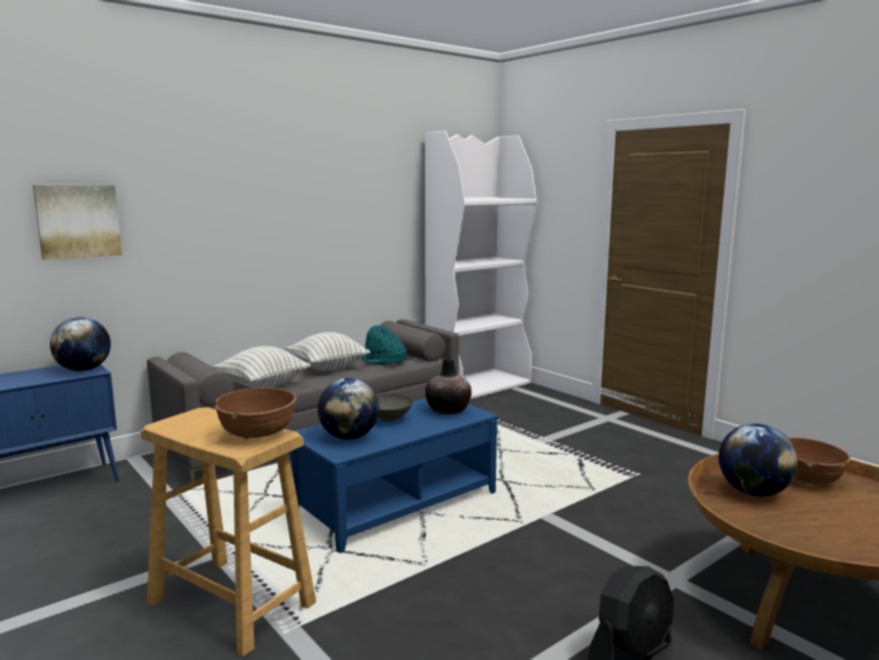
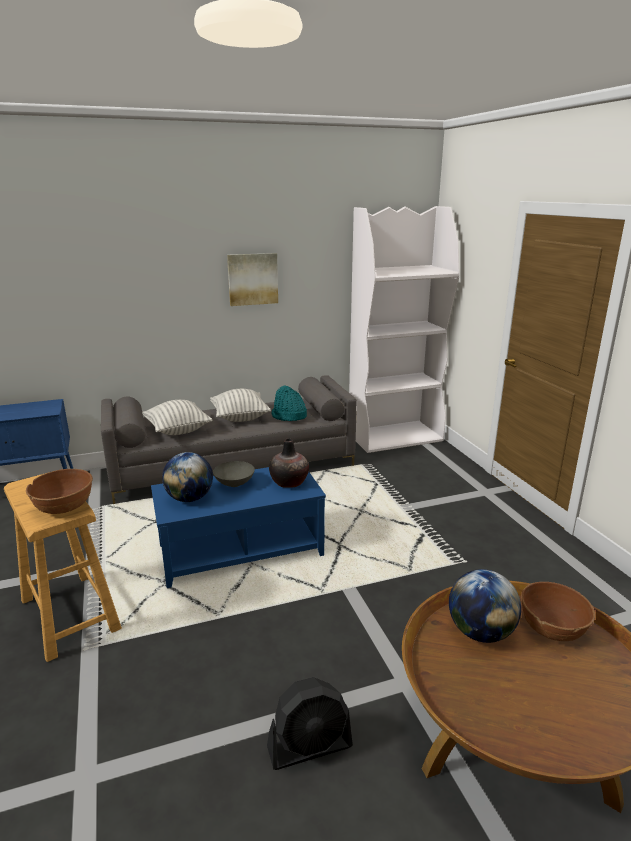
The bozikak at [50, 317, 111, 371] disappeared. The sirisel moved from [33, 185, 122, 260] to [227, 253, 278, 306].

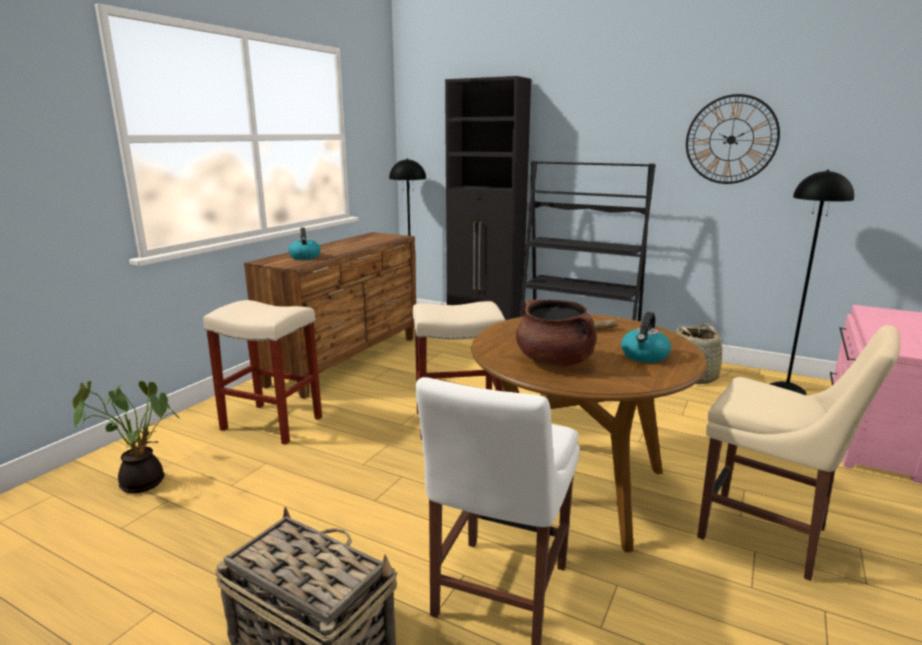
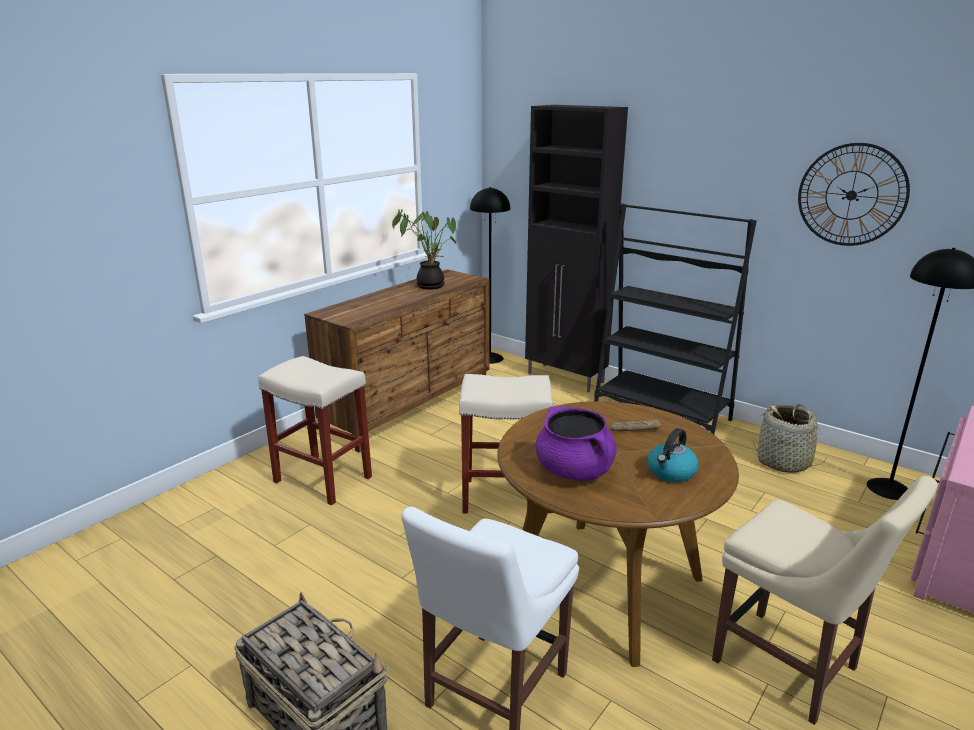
The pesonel at [288, 227, 321, 260] disappeared. The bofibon moved from [73, 381, 180, 493] to [392, 209, 457, 290]. The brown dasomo at [516, 299, 597, 367] became the purple dasomo at [535, 406, 617, 481].

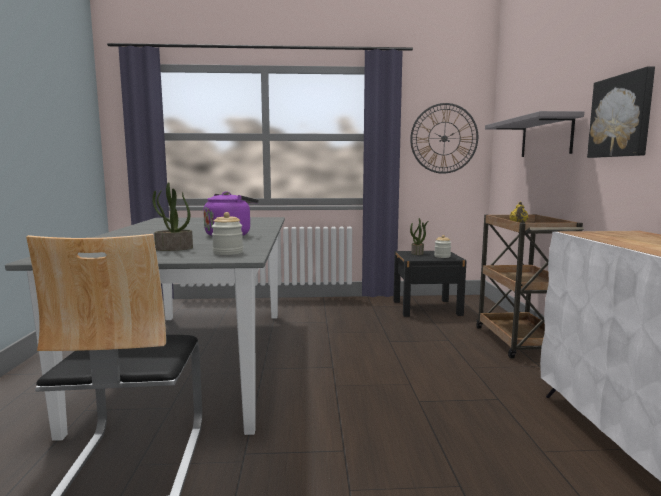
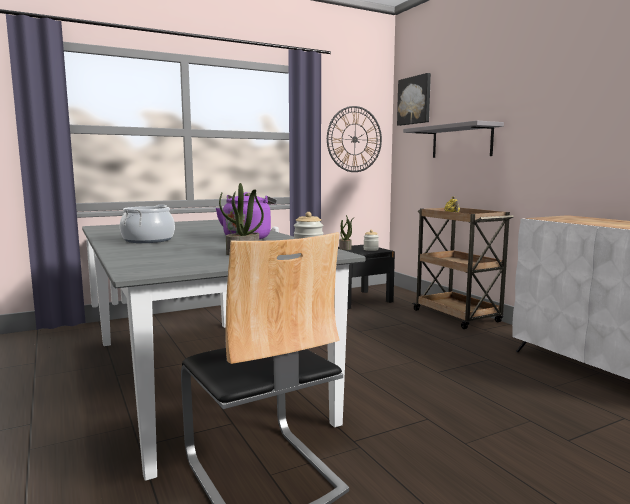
The dasomo at [120, 205, 175, 243] appeared. The sirisel moved from [587, 66, 655, 158] to [397, 73, 431, 126].

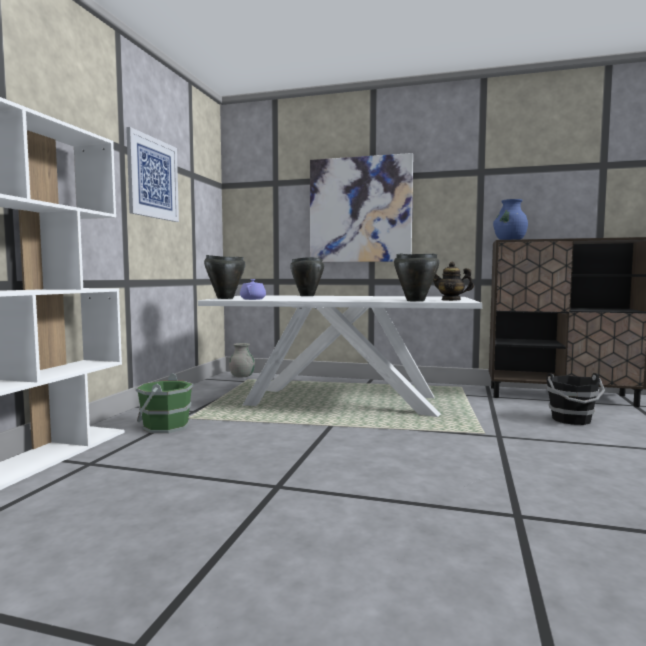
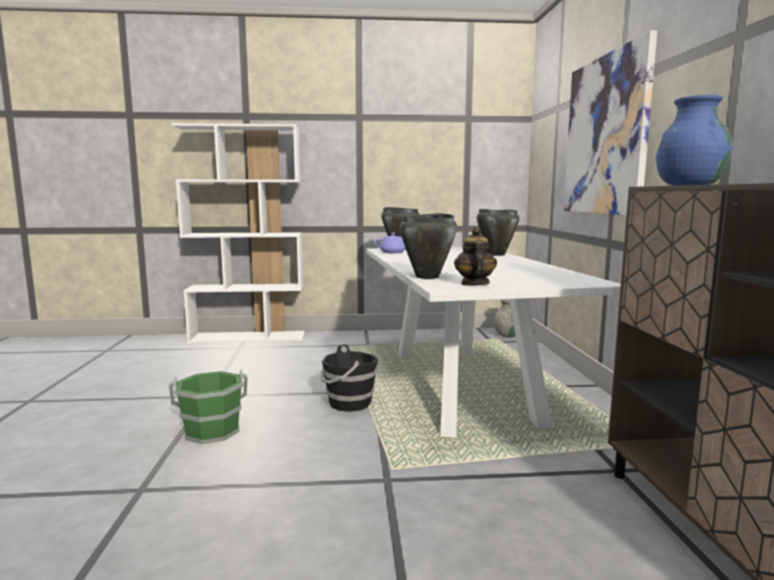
The sirisel at [126, 127, 179, 222] disappeared. The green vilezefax moved from [135, 373, 194, 433] to [169, 369, 247, 444]. The black vilezefax moved from [546, 373, 605, 425] to [321, 344, 378, 412].

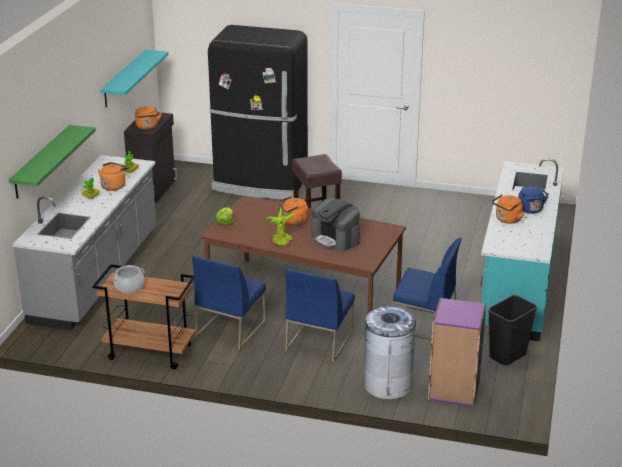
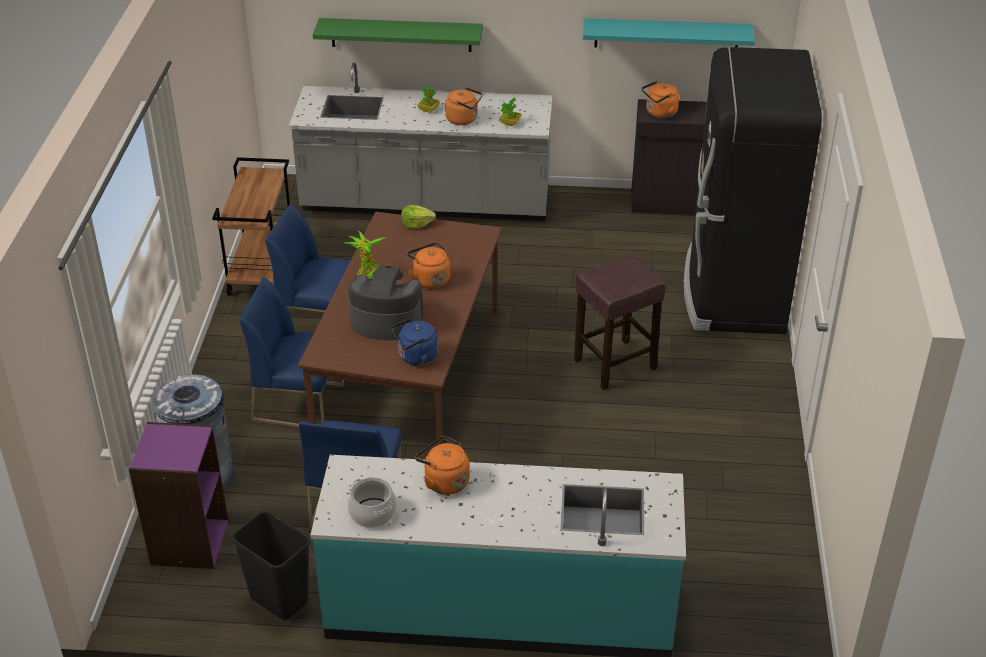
The dasomo moved from [112, 265, 145, 294] to [347, 477, 397, 528]. The blue pesonel moved from [518, 186, 549, 214] to [391, 318, 438, 366]. The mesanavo at [311, 198, 360, 252] turned 60 degrees clockwise.

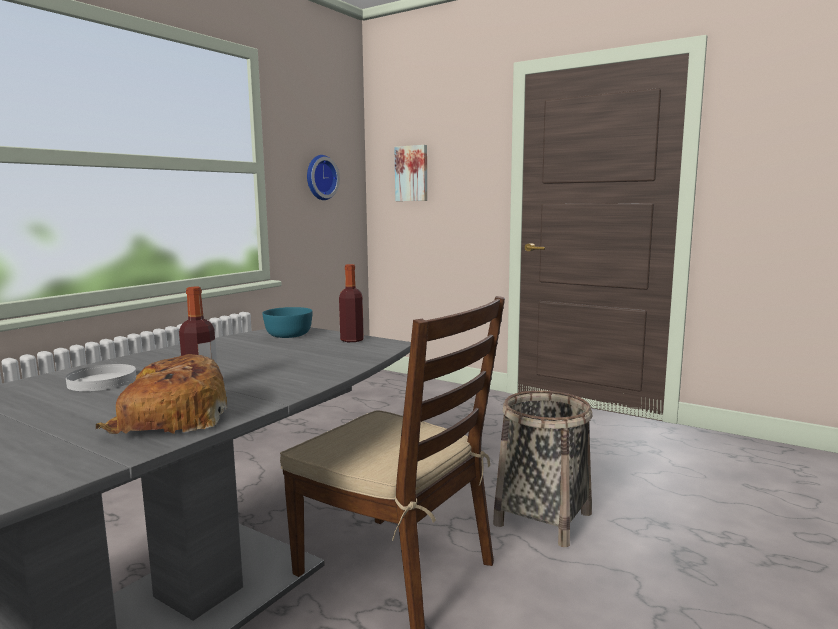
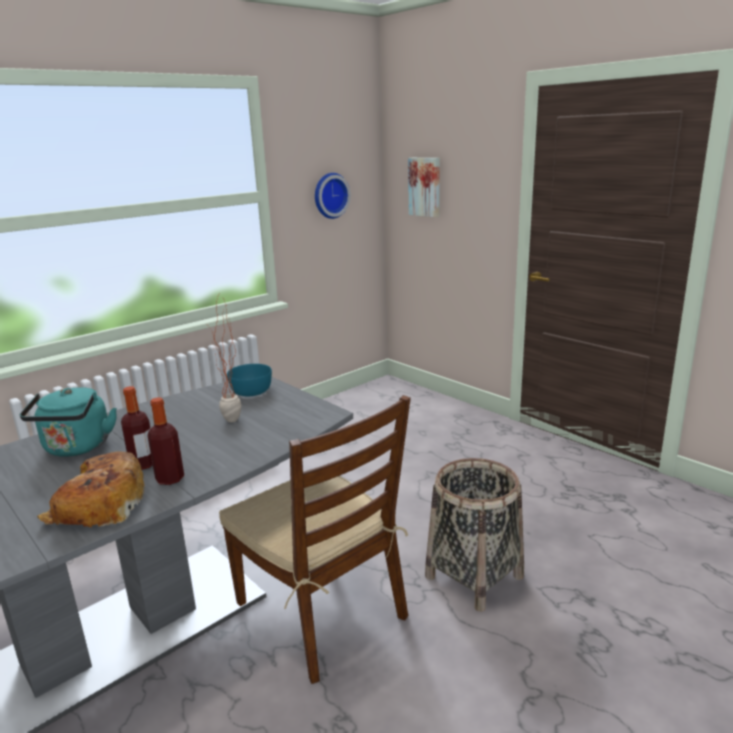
The bofibon at [210, 294, 241, 422] appeared. The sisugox moved from [339, 264, 364, 342] to [147, 397, 184, 485]. The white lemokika at [66, 364, 136, 391] was replaced by the turquoise pesonel at [20, 387, 117, 457].

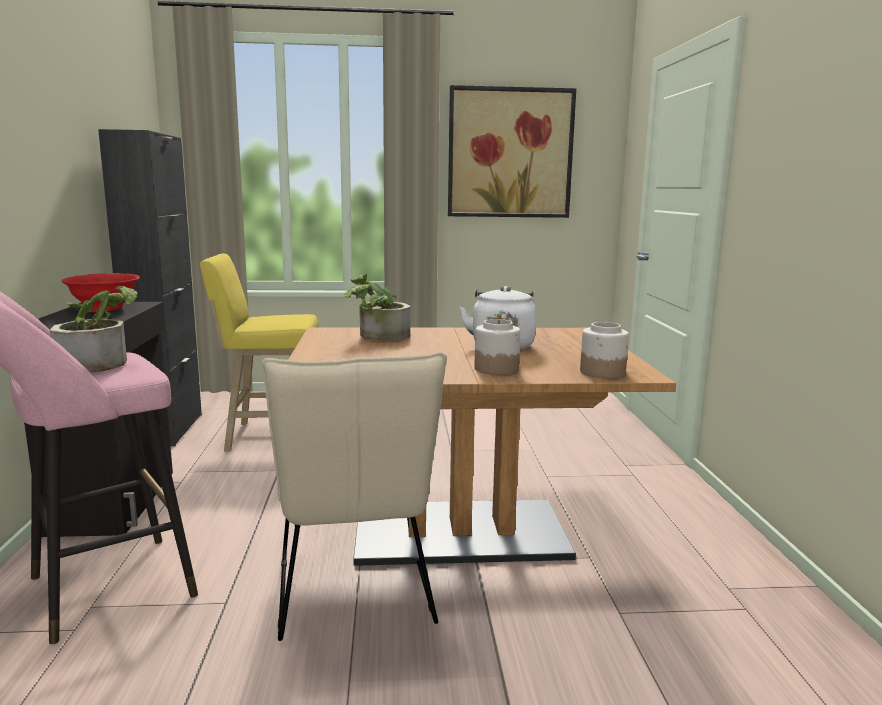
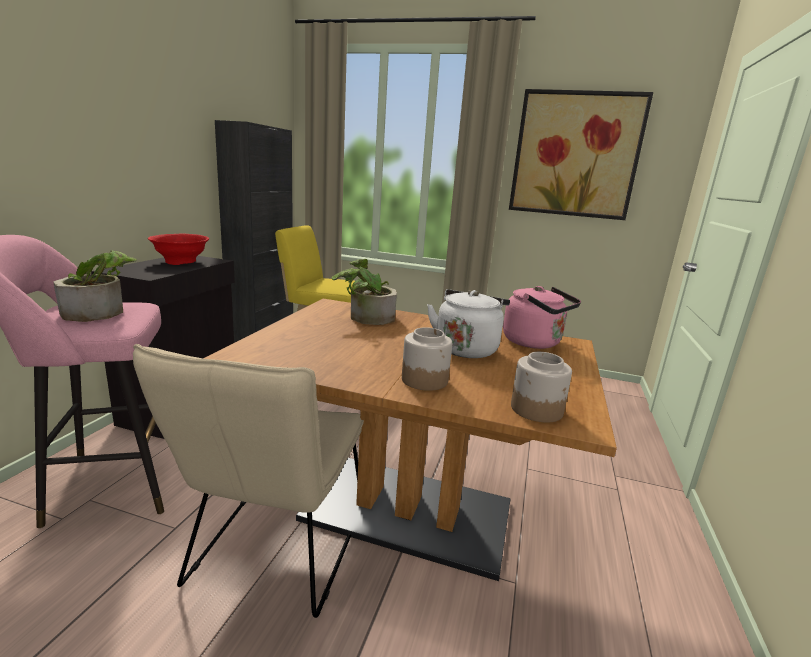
The pink pesonel at [503, 286, 581, 349] appeared.

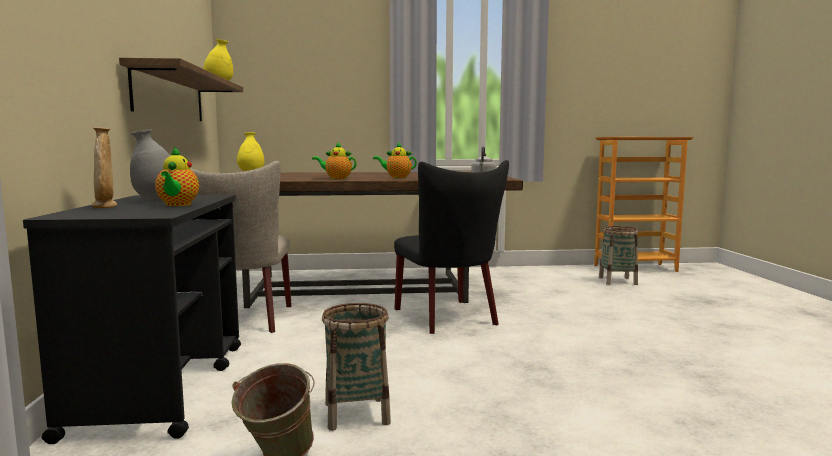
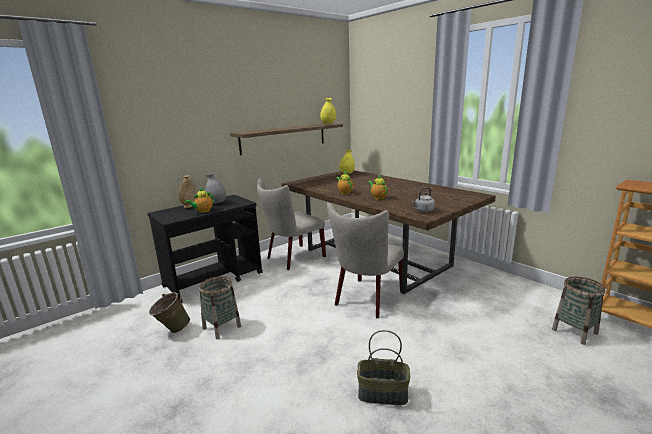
The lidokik at [357, 330, 410, 405] appeared. The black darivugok at [394, 160, 509, 334] became the beige darivugok at [327, 202, 404, 318].

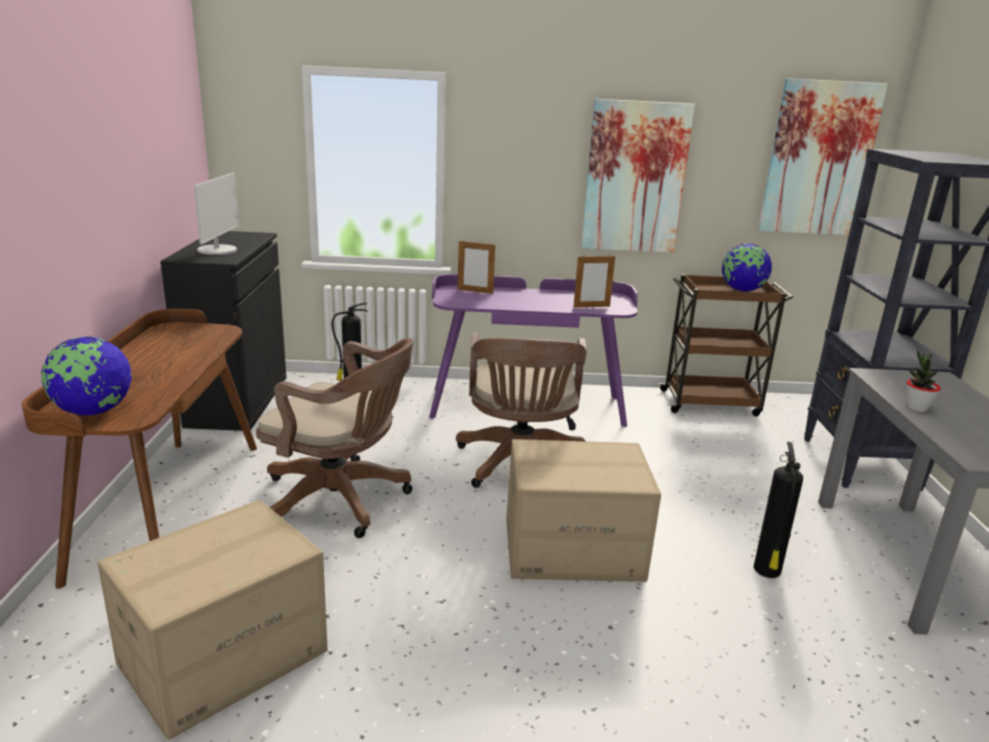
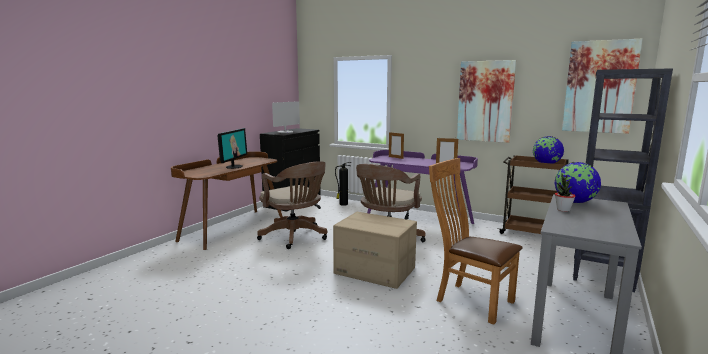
The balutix at [98, 500, 327, 740] disappeared. The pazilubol at [218, 128, 247, 169] appeared. The bozikak moved from [41, 336, 132, 416] to [555, 162, 601, 203]. The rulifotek at [754, 442, 803, 578] was replaced by the brown darivugok at [429, 158, 523, 325].

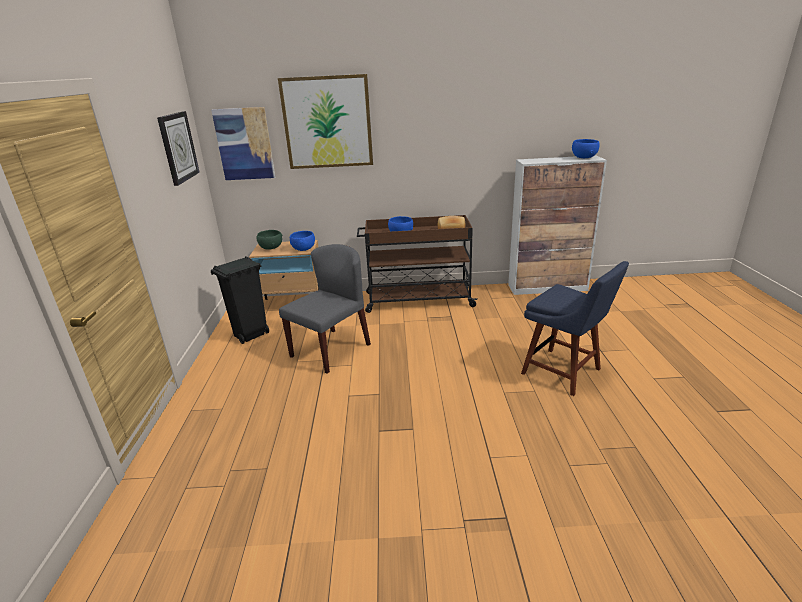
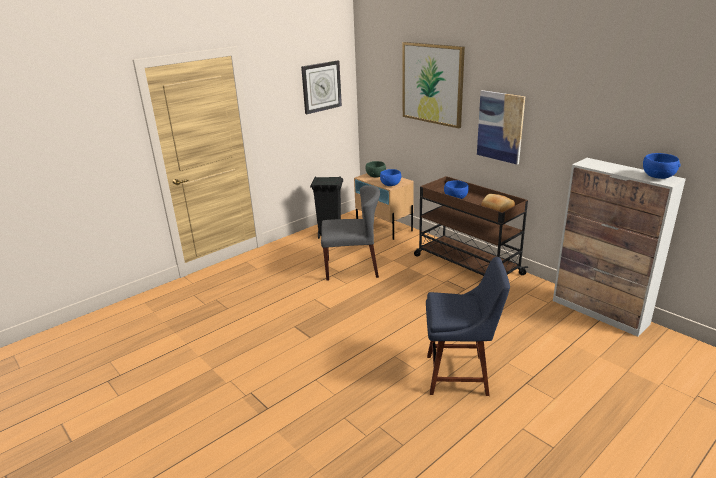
The sirisel moved from [211, 107, 275, 180] to [477, 90, 525, 165]. The blue darivugok at [521, 261, 629, 396] turned 90 degrees counterclockwise.

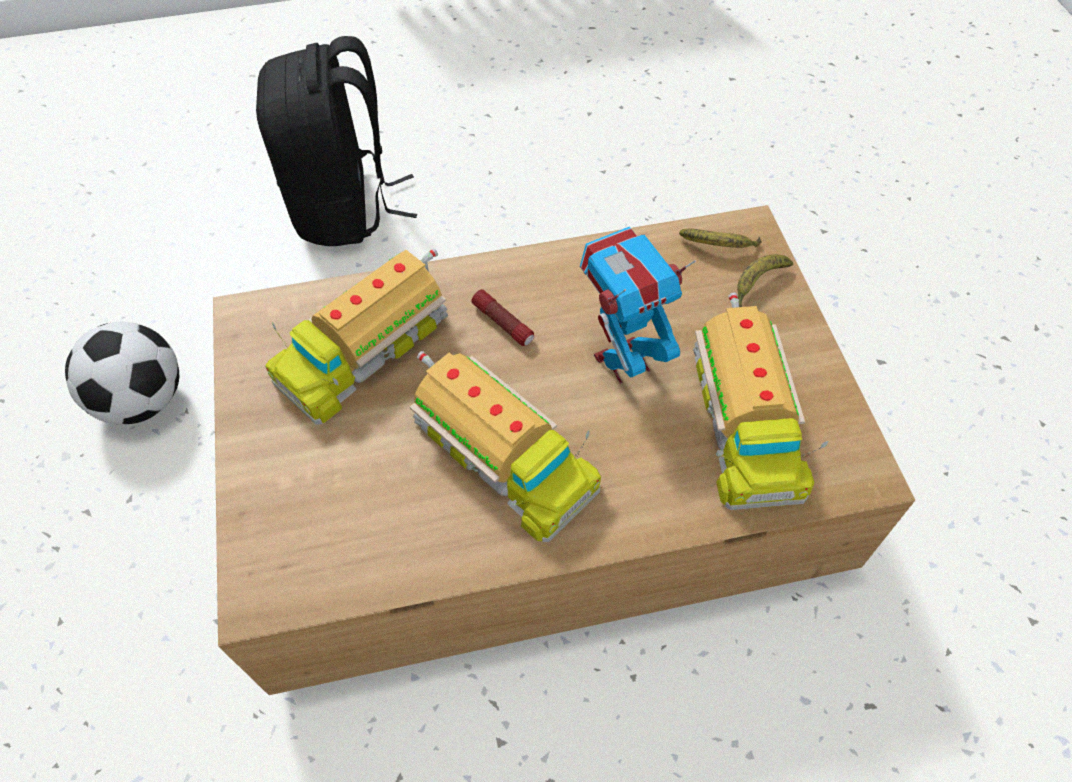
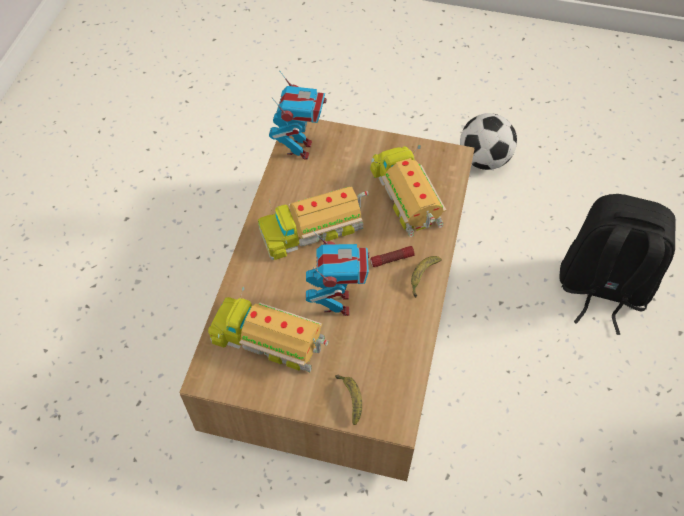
The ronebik at [269, 70, 327, 160] appeared. The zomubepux moved from [679, 228, 762, 248] to [411, 256, 442, 298].

